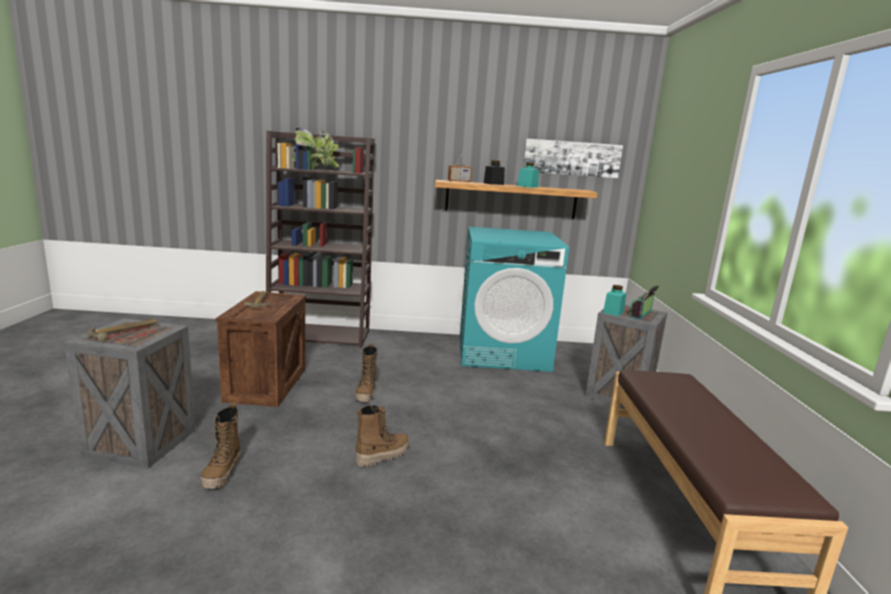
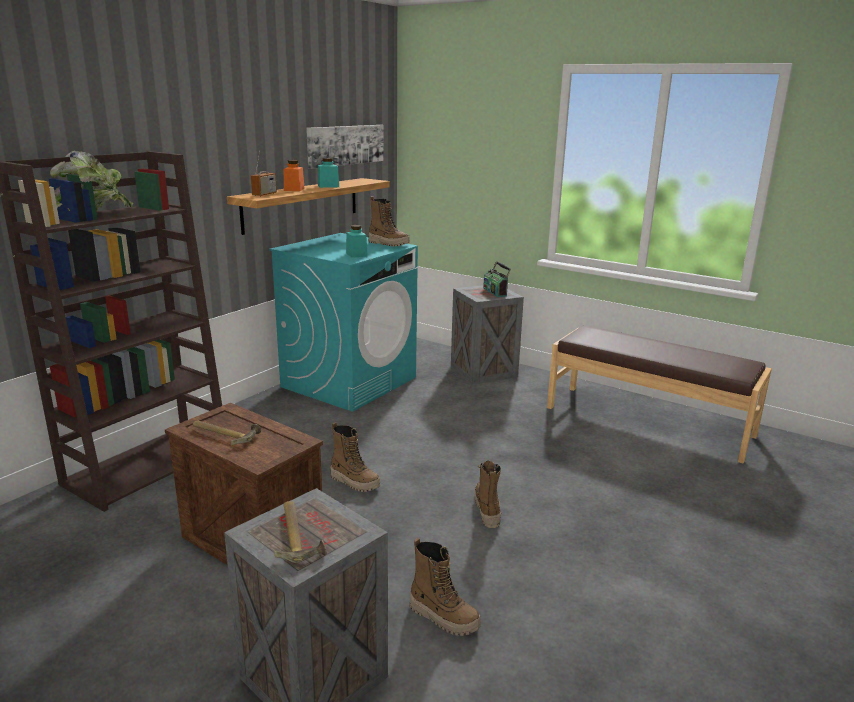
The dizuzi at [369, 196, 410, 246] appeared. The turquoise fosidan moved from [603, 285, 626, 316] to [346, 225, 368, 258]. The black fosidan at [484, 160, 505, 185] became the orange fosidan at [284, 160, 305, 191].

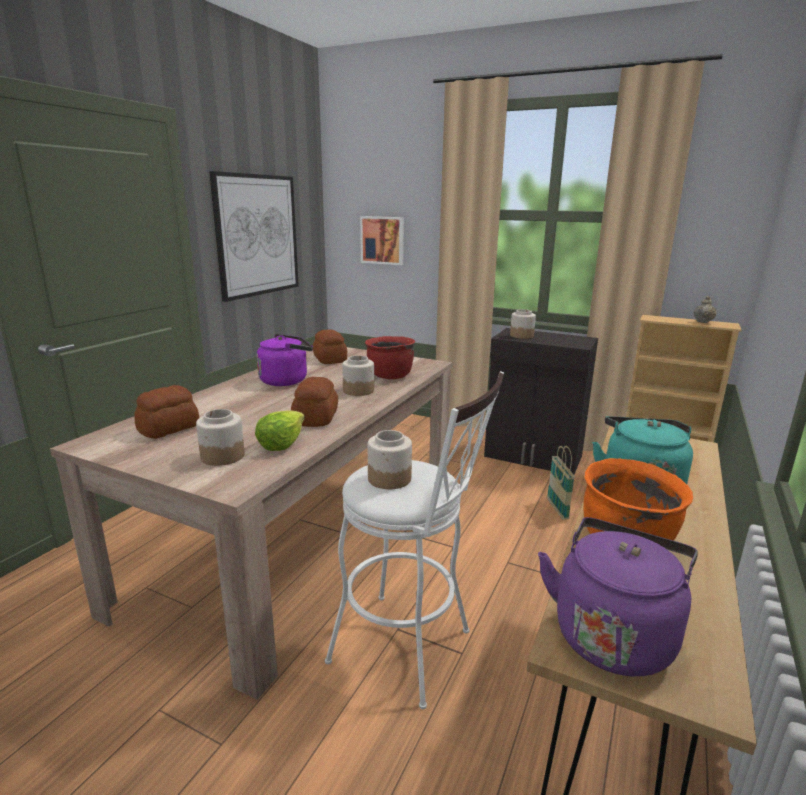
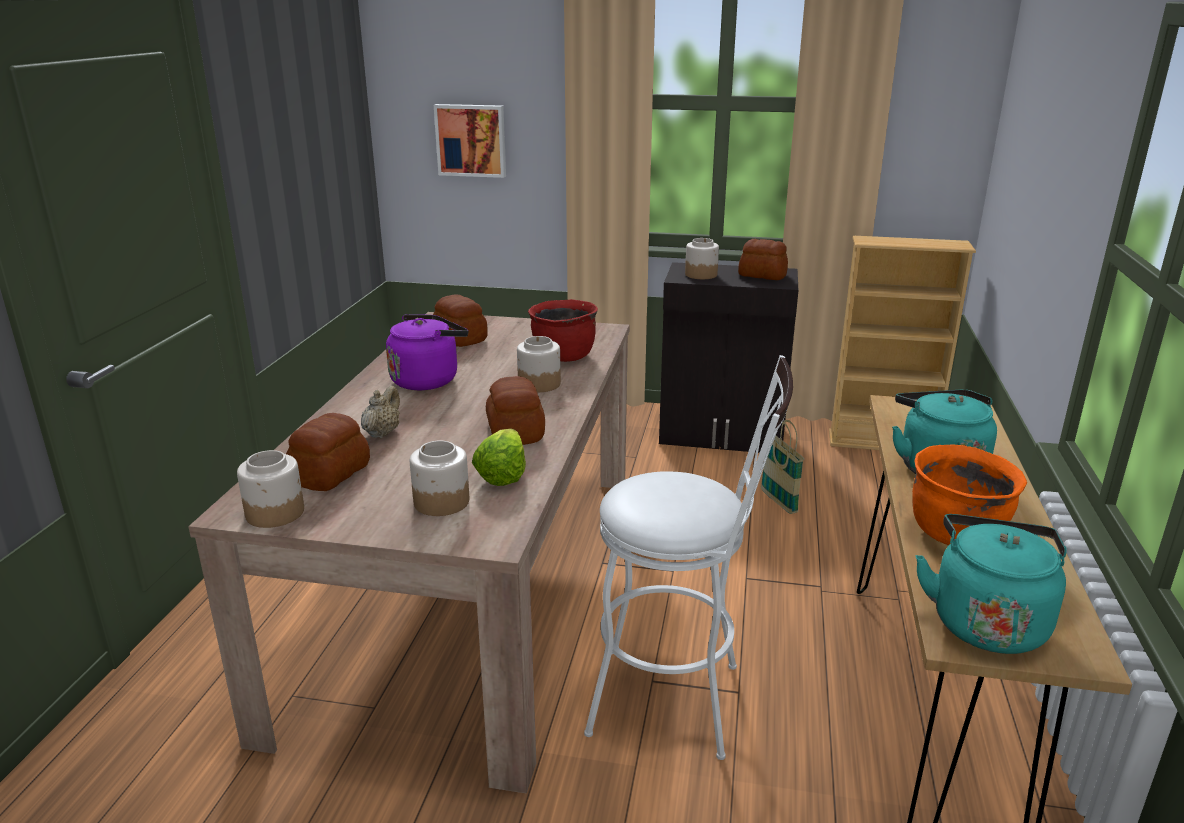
The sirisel at [209, 171, 299, 302] disappeared. The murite at [738, 239, 788, 280] appeared. The fosidan moved from [368, 430, 412, 489] to [237, 450, 304, 528]. The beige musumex moved from [694, 296, 716, 323] to [361, 386, 400, 438]. The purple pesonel at [538, 517, 698, 676] became the turquoise pesonel at [916, 514, 1067, 654].

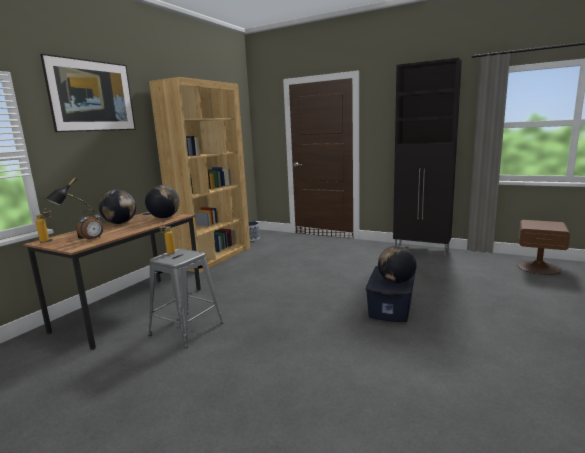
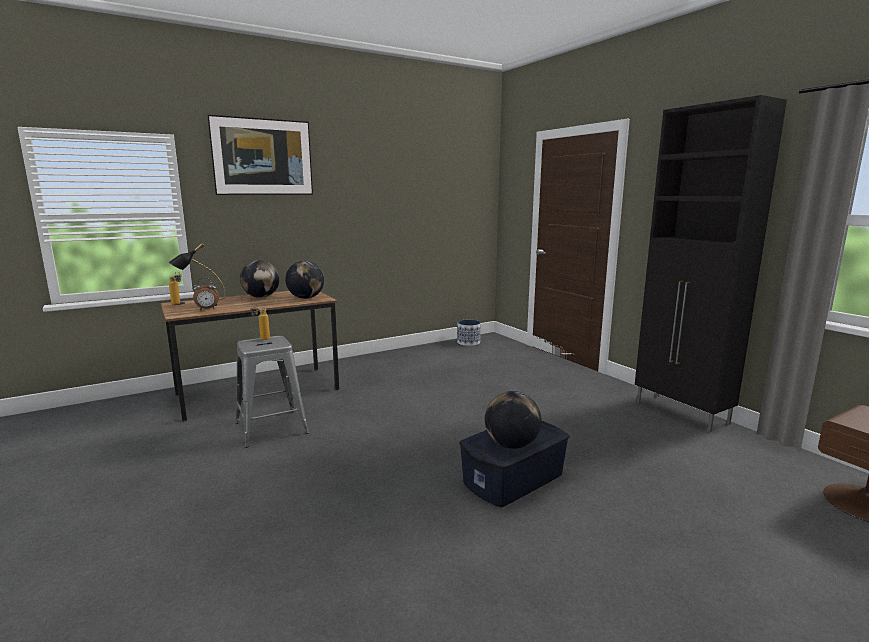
The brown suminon at [149, 77, 250, 273] disappeared.

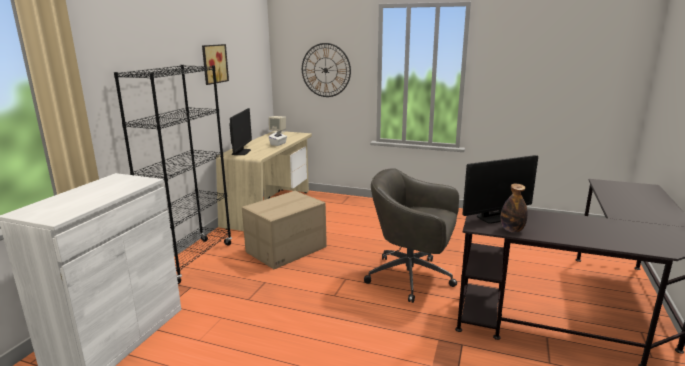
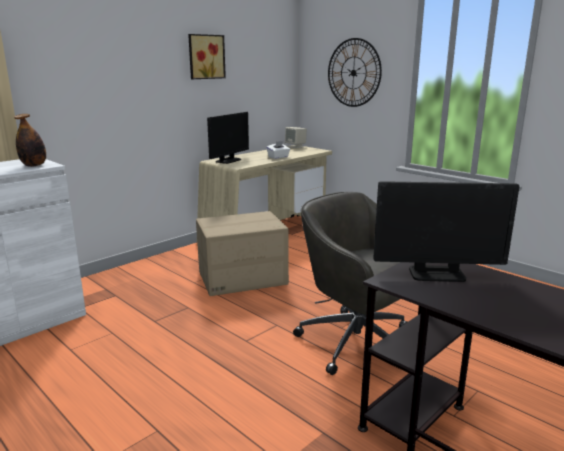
The black suminon at [114, 65, 232, 284] disappeared. The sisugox moved from [501, 184, 528, 233] to [14, 114, 46, 167].

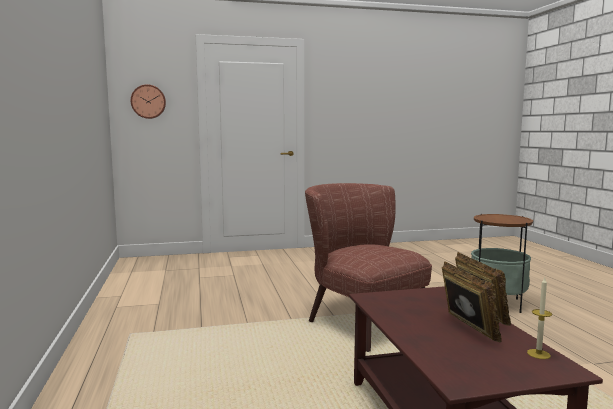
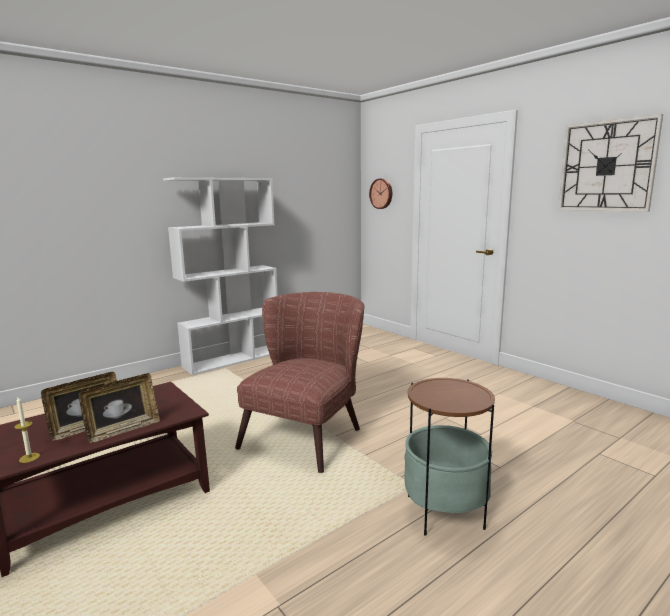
The white suminon at [163, 177, 278, 375] appeared. The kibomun at [558, 114, 663, 212] appeared.

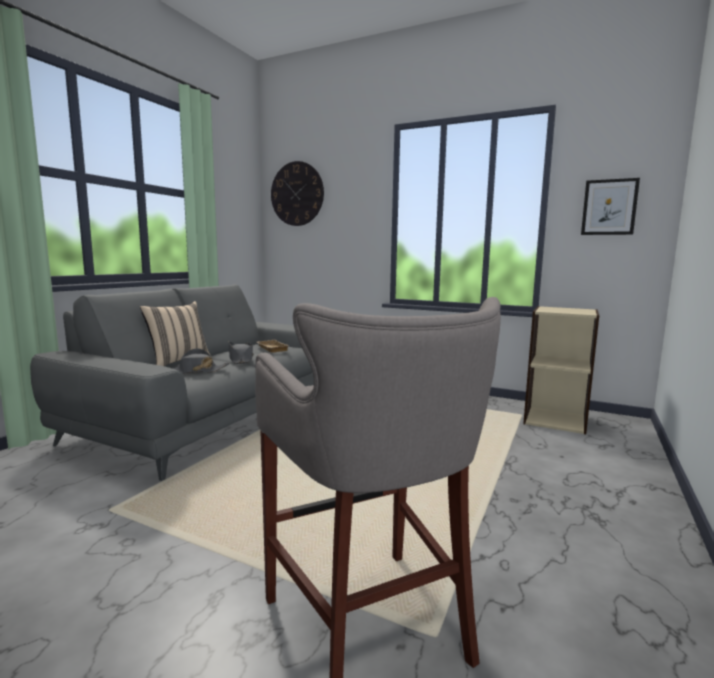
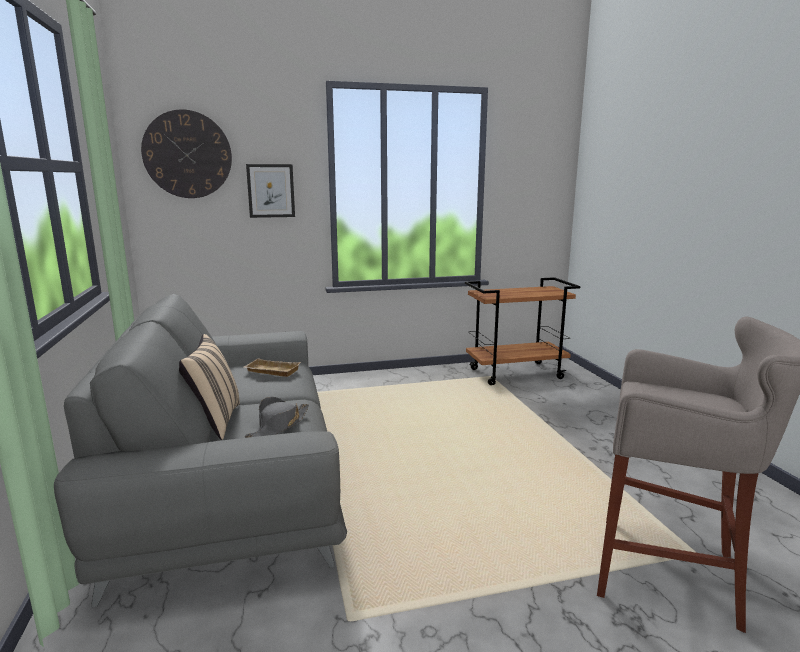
The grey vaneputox at [229, 341, 253, 364] disappeared. The sirisel moved from [581, 178, 640, 235] to [246, 164, 295, 218]. The beige suminon at [523, 306, 599, 434] was replaced by the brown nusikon at [465, 277, 580, 385].

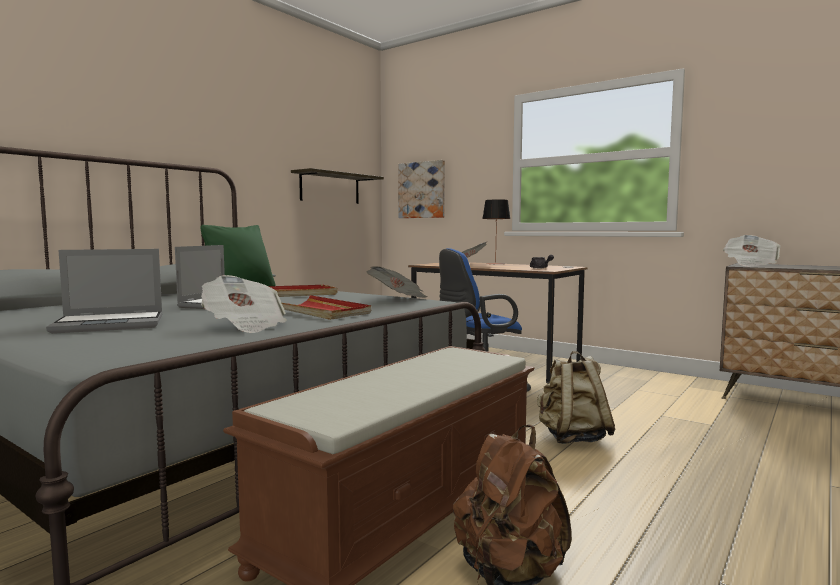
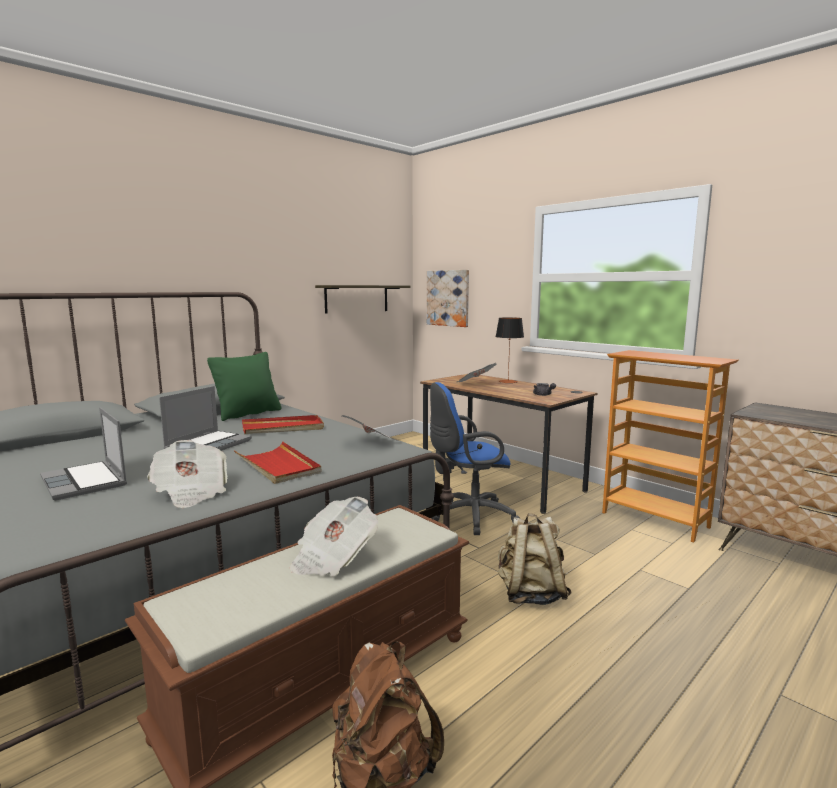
The suminon at [602, 350, 738, 543] appeared. The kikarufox moved from [723, 235, 781, 267] to [290, 497, 378, 576]. The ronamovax at [46, 249, 162, 334] turned 60 degrees clockwise.

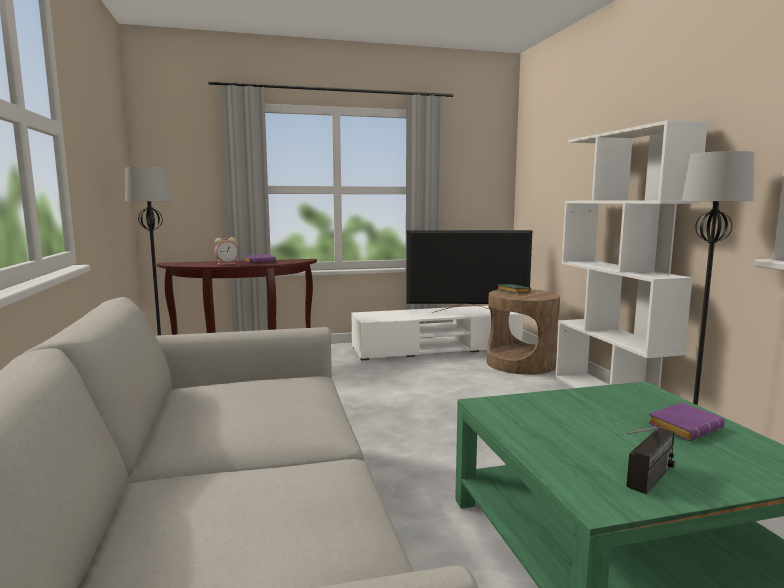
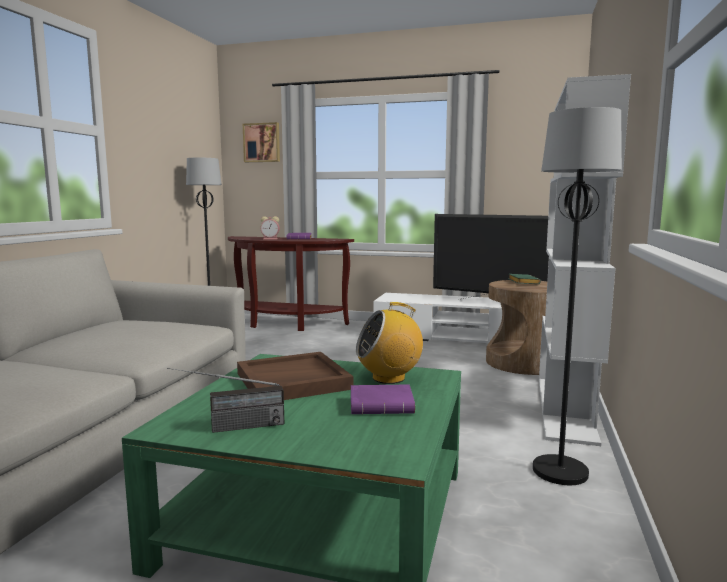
The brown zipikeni at [237, 352, 354, 400] appeared. The sirisel at [243, 122, 280, 162] appeared. The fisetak at [356, 302, 423, 384] appeared.

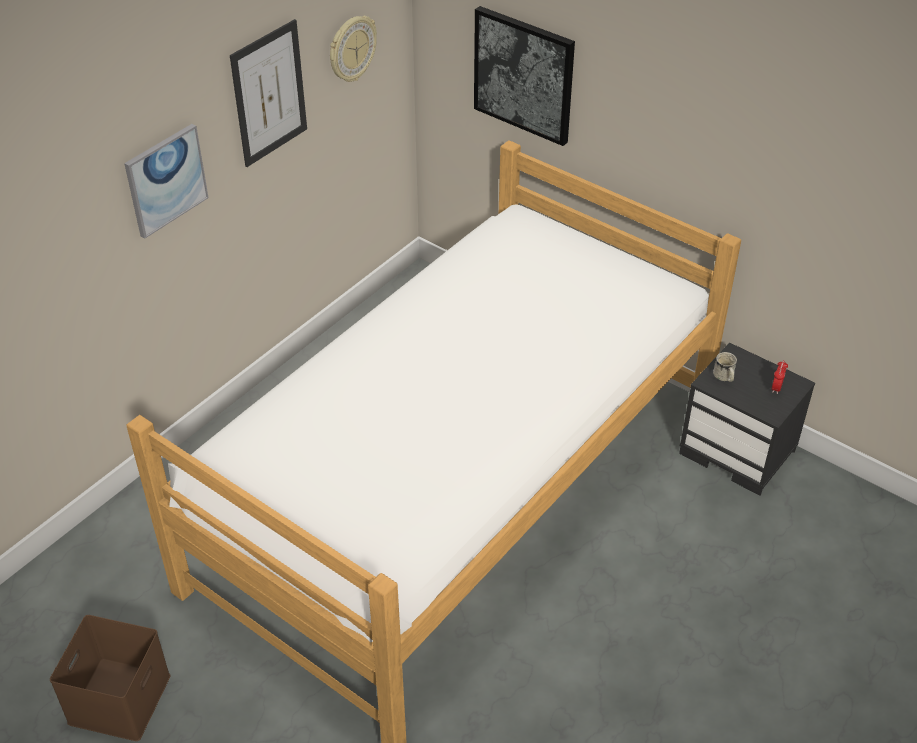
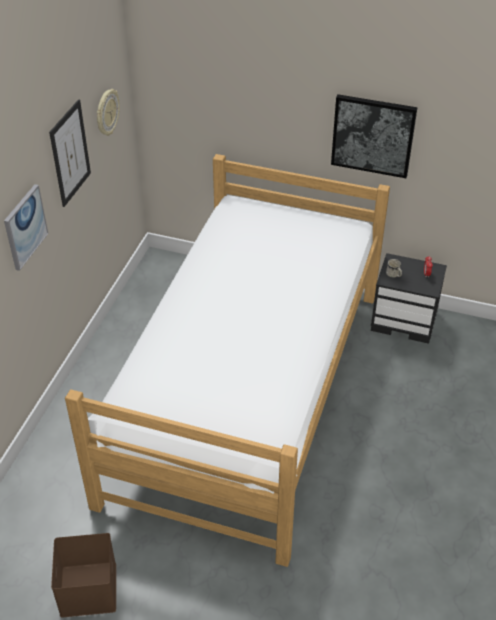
The sirisel moved from [474, 6, 575, 146] to [331, 94, 418, 178].

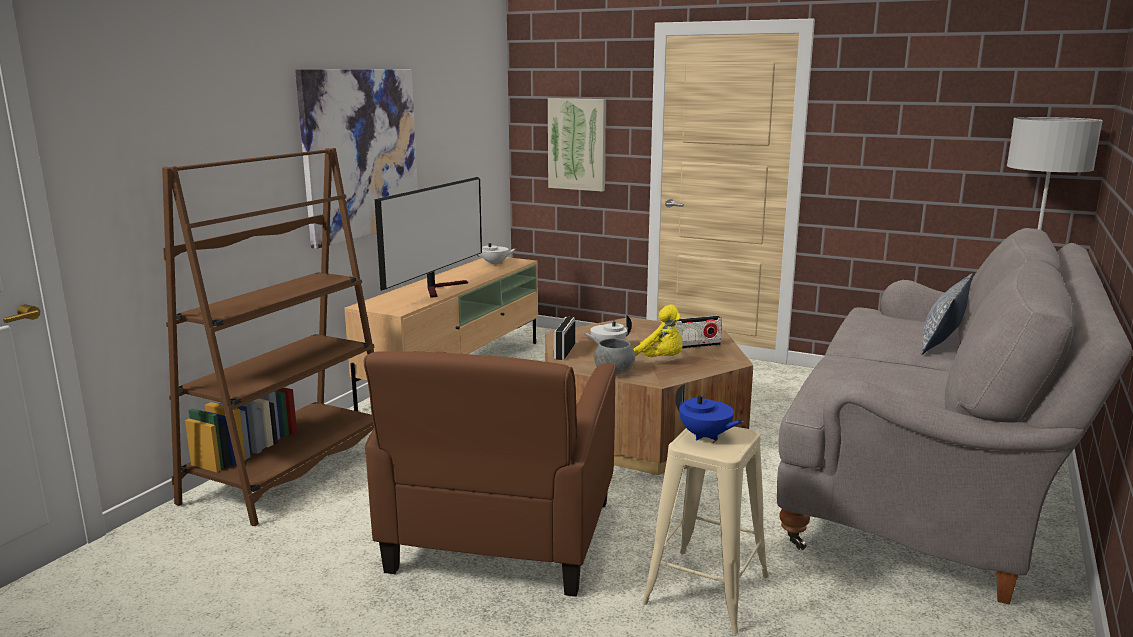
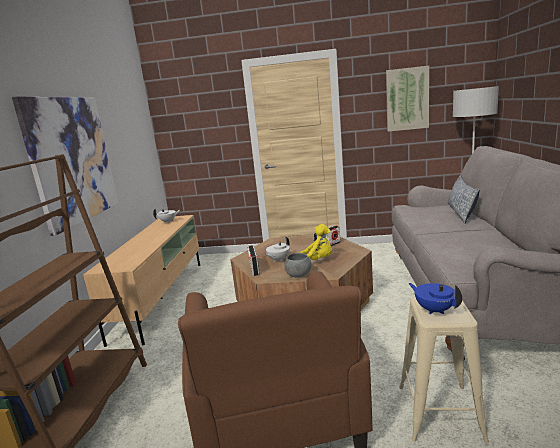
The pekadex at [375, 177, 482, 298] disappeared. The sirisel moved from [548, 98, 606, 192] to [386, 66, 429, 132]. The blue musumex at [675, 384, 743, 441] turned 150 degrees counterclockwise.

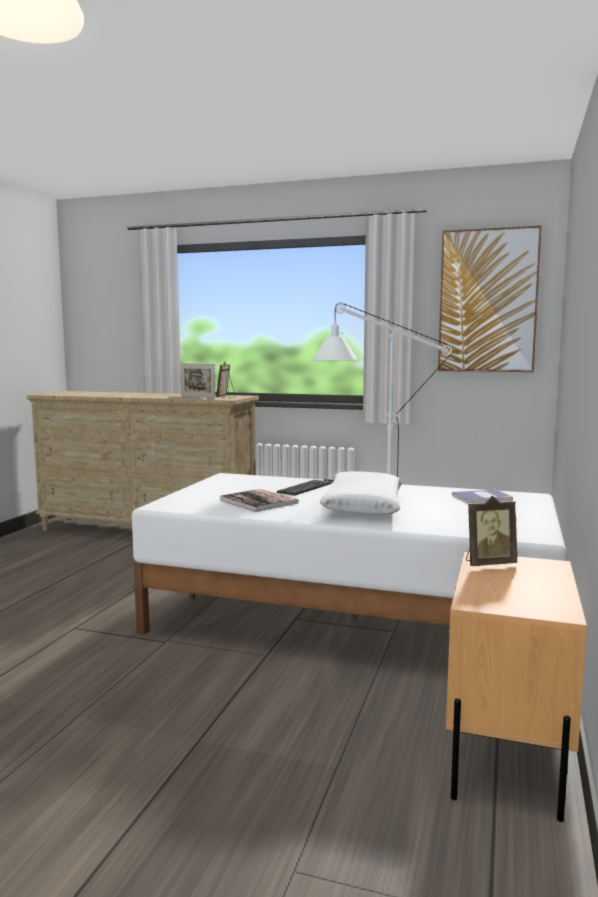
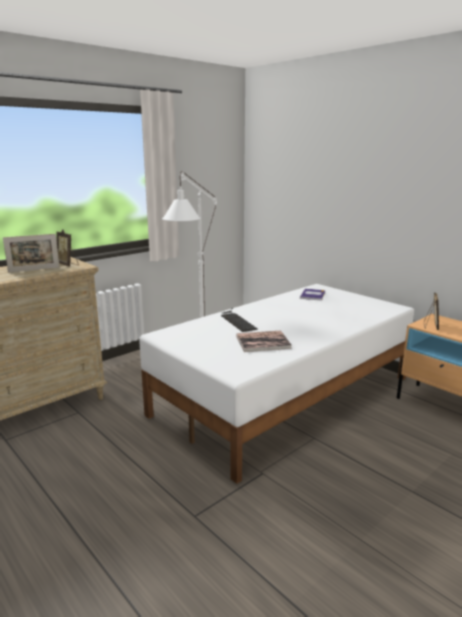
The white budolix at [320, 471, 402, 515] disappeared. The sirisel at [438, 225, 542, 372] disappeared.

